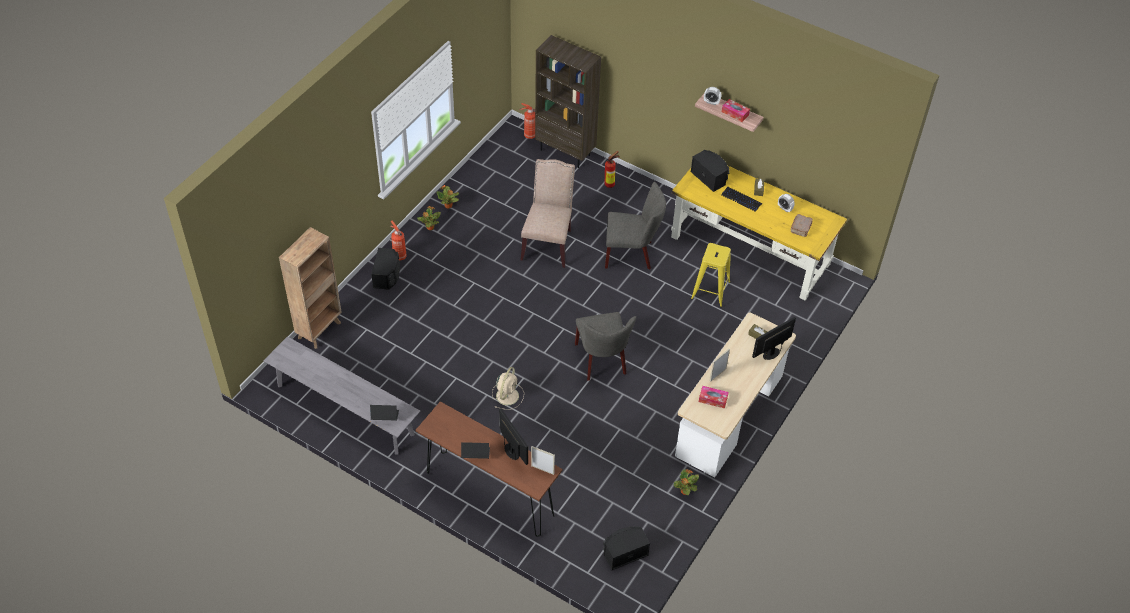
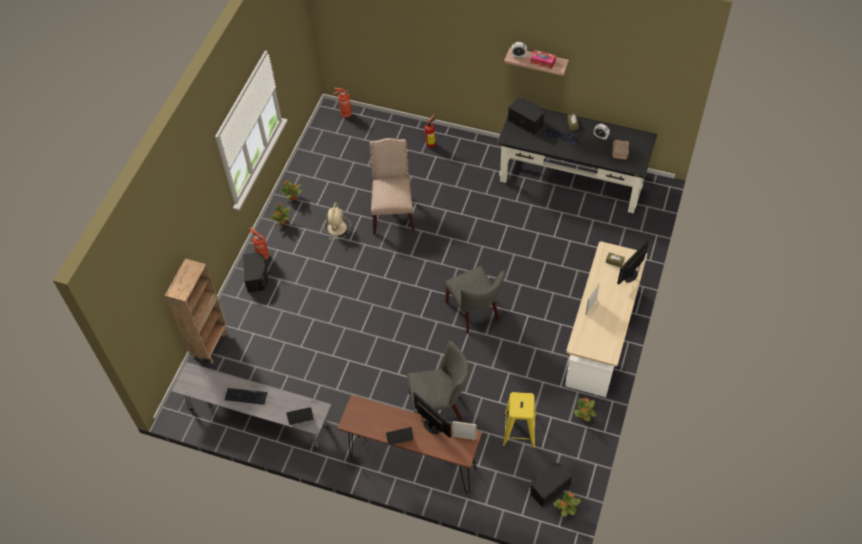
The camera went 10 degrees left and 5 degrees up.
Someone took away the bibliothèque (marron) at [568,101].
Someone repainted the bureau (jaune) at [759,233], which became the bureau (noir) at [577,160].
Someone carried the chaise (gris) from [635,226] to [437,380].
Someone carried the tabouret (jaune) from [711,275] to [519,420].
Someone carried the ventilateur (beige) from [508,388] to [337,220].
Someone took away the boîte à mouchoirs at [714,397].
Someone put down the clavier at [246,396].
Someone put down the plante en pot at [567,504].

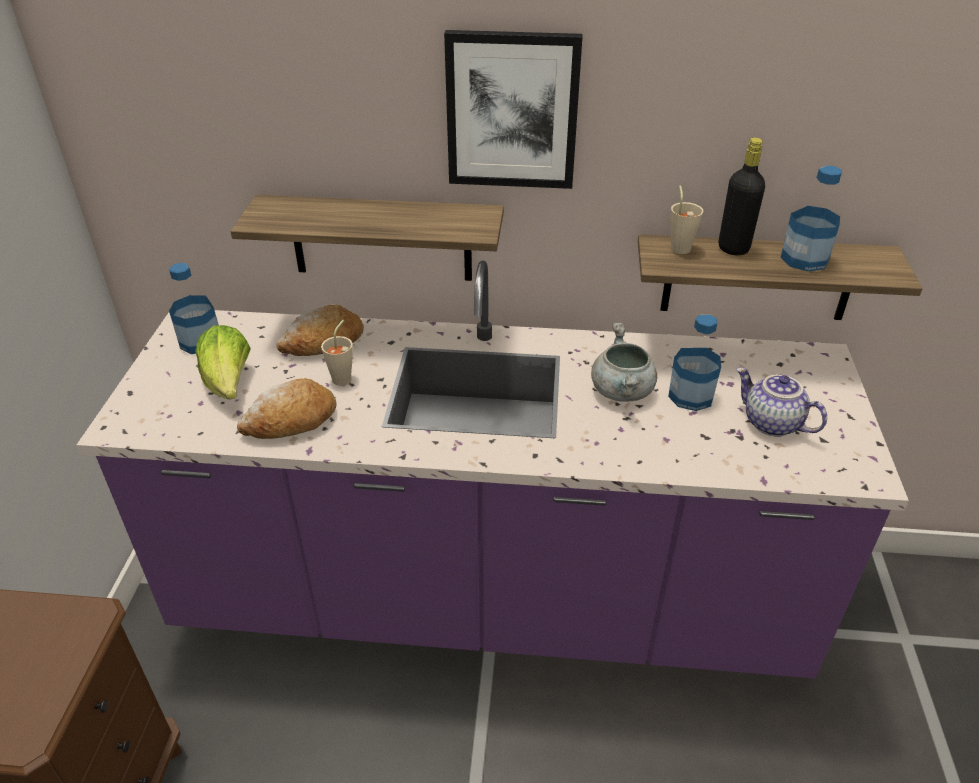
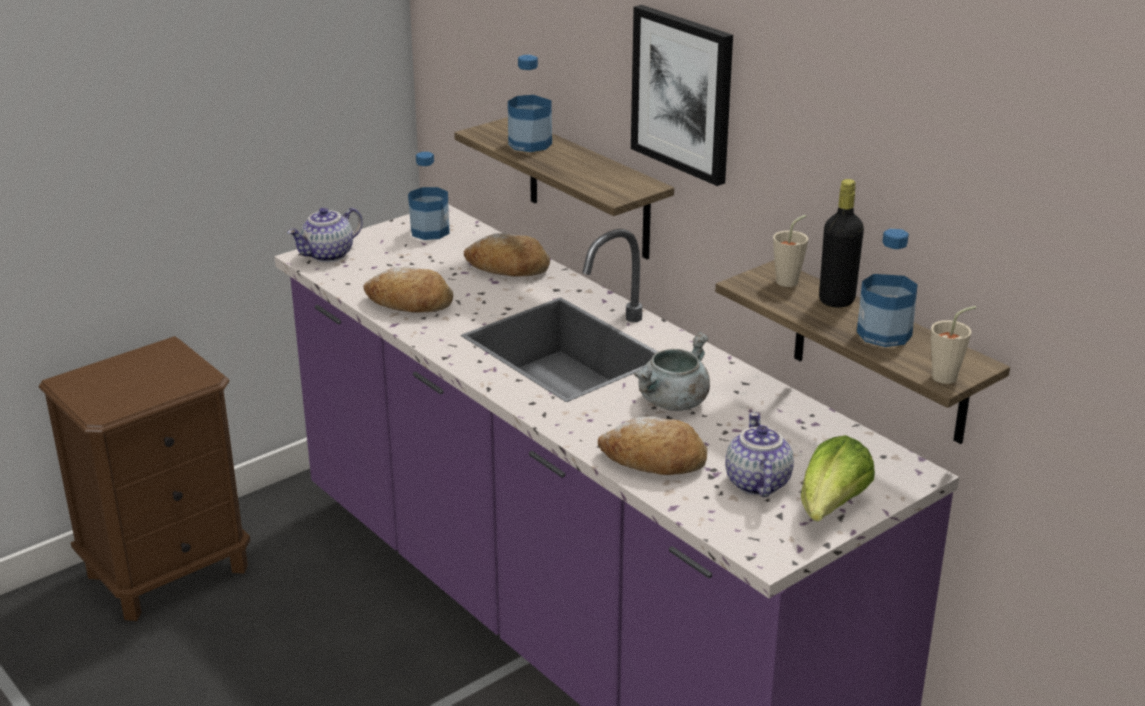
The camera went 45 degrees right and 10 degrees down.
Someone carried the bouteille from [694,363] to [530,103].
Someone carried the tasse (beige) from [337,353] to [953,345].
Someone carried the laitue from [223,362] to [838,478].
Someone put down the théière at [325,235].
Someone put down the pain at [652,445].

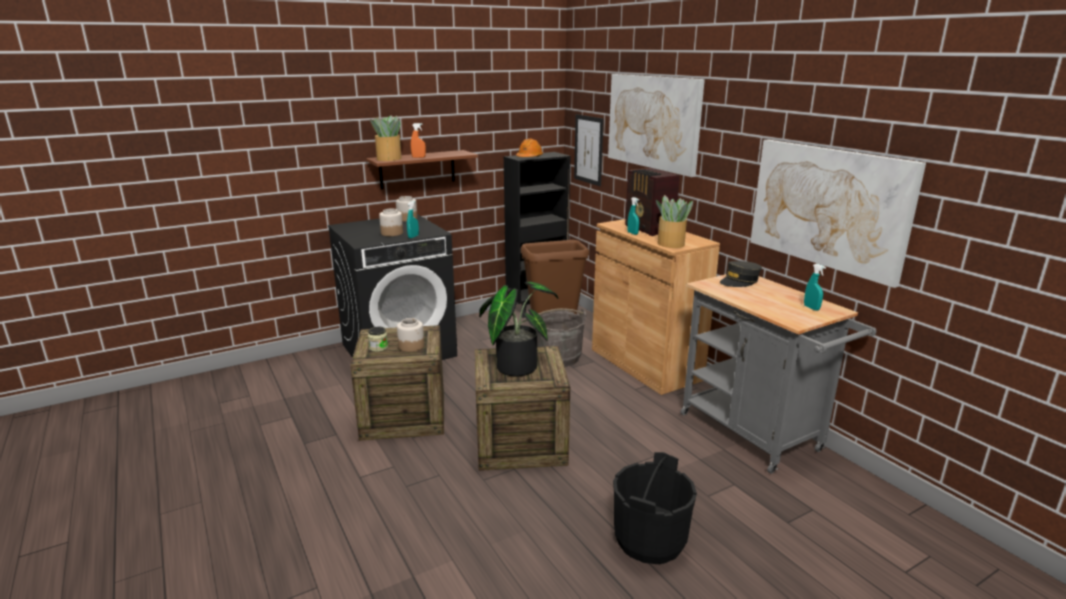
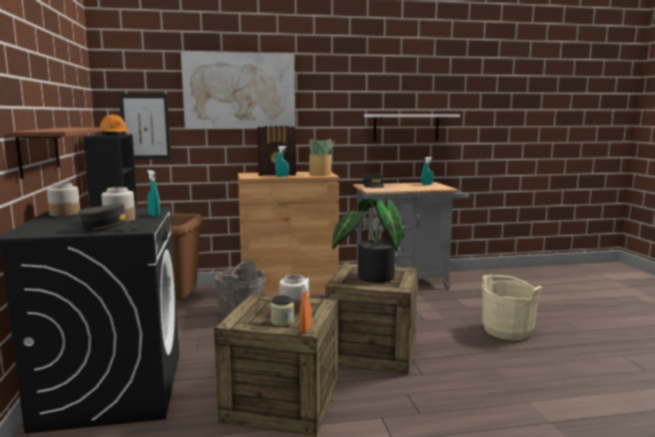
The camera went 70 degrees left and 10 degrees down.
Someone took away the plante en pot at [386,138].
Someone carried the vaporisateur (orange) from [418,140] to [306,305].
Someone swapped the tableau at [838,214] for the étagère (blanc) at [412,128].
Someone repainted the seau (noir) at [655,508], which became the seau (beige) at [512,307].
Someone put down the casquette (gris) at [109,217].

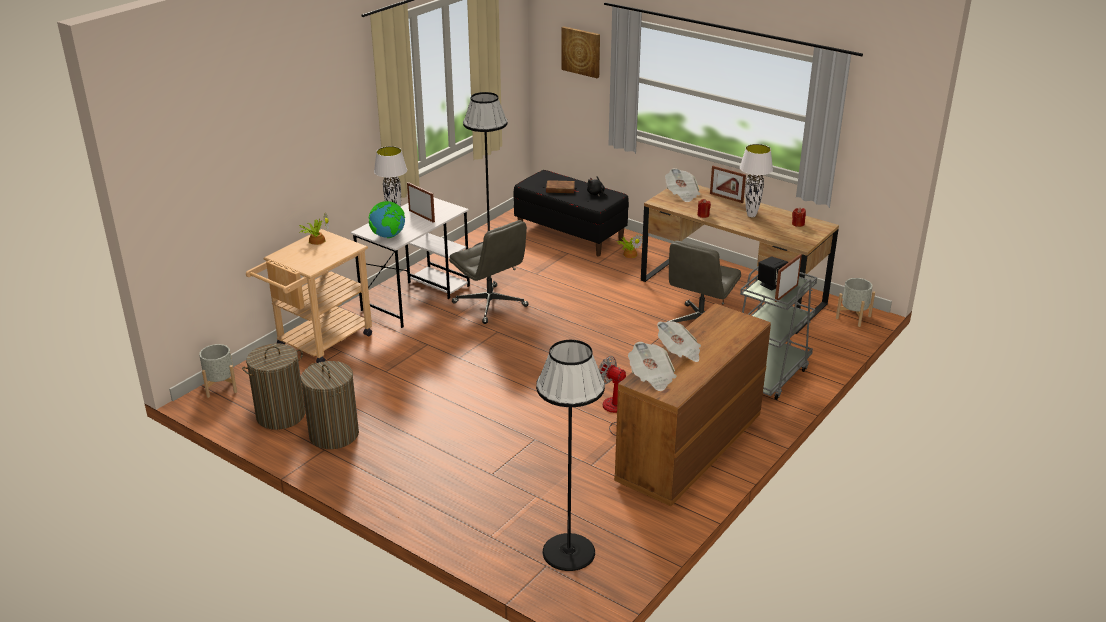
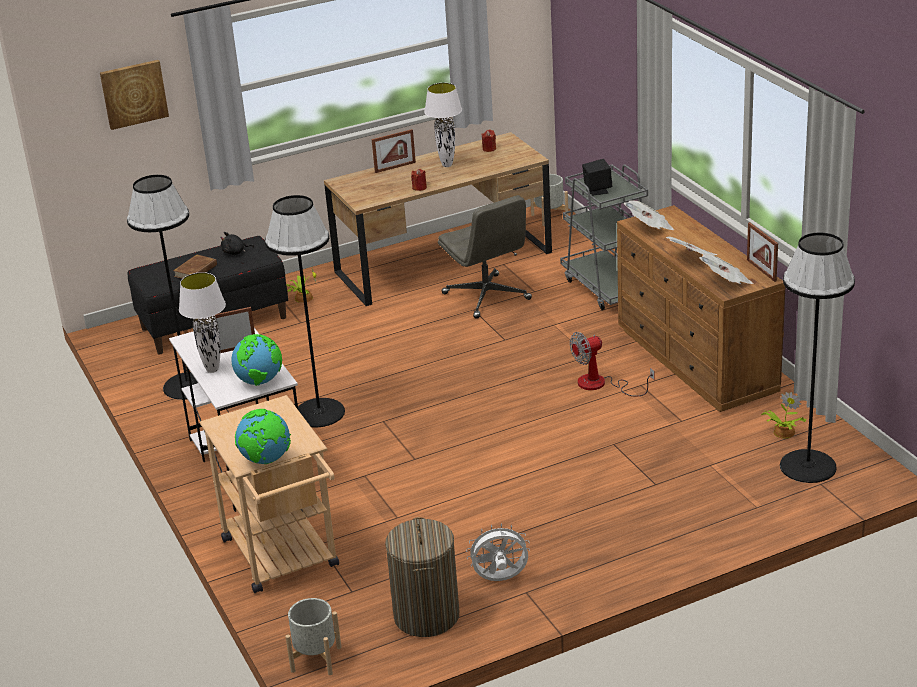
The camera went 60 degrees left and 0 degrees up.
Someone carried the journal from [682,185] to [649,215].
Someone carried the plante en pot from [314,229] to [783,415].
Someone swapped the chaise de bureau (gris) at [489,272] for the lampadaire (noir) at [305,311].
Someone carried the cadre photo from [788,278] to [762,252].
Someone swapped the panier à linge at [330,405] for the ventilateur (blanc) at [498,552].
Someone put down the globe at [263,436].

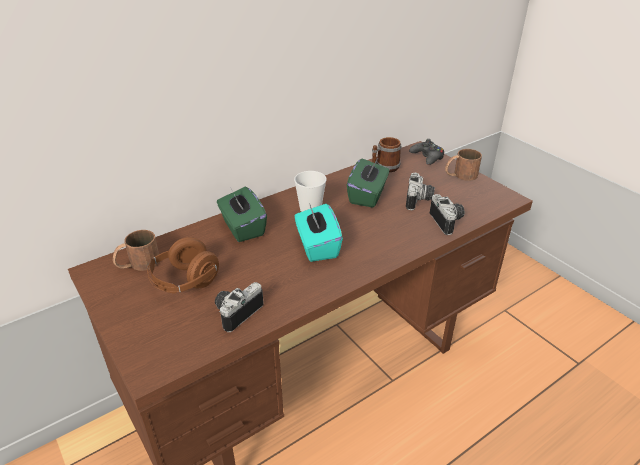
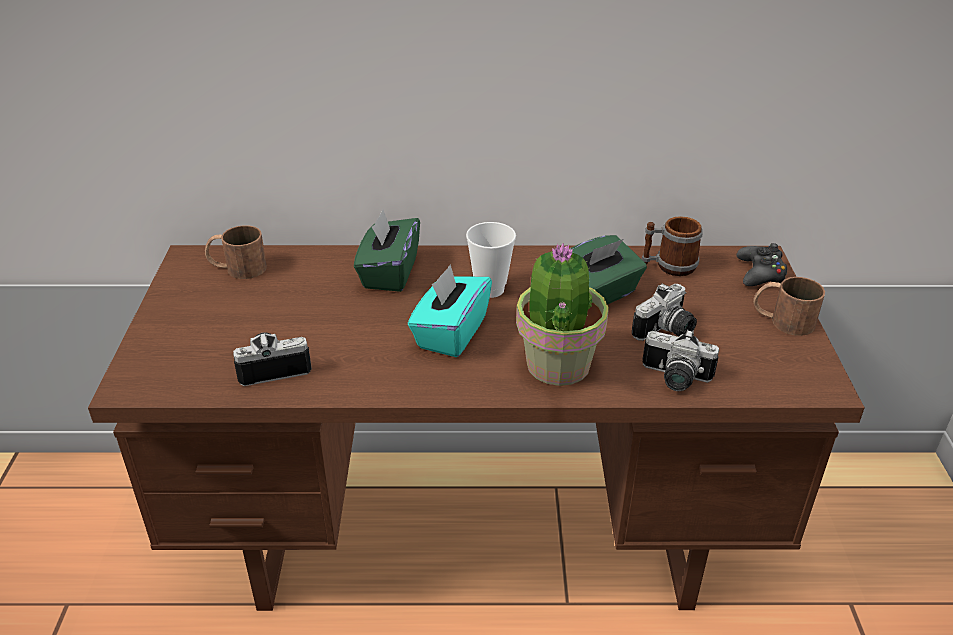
The camera went 35 degrees right and 0 degrees up.
Someone rotated the appareil photo at [447,214] by 90 degrees clockwise.
Someone took away the casque audio (marron) at [183,265].
Someone put down the plante en pot at [562,314].

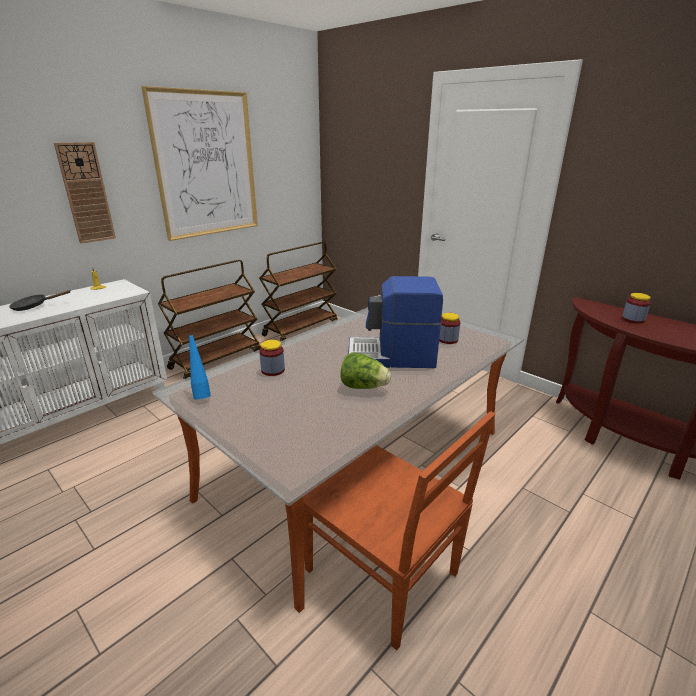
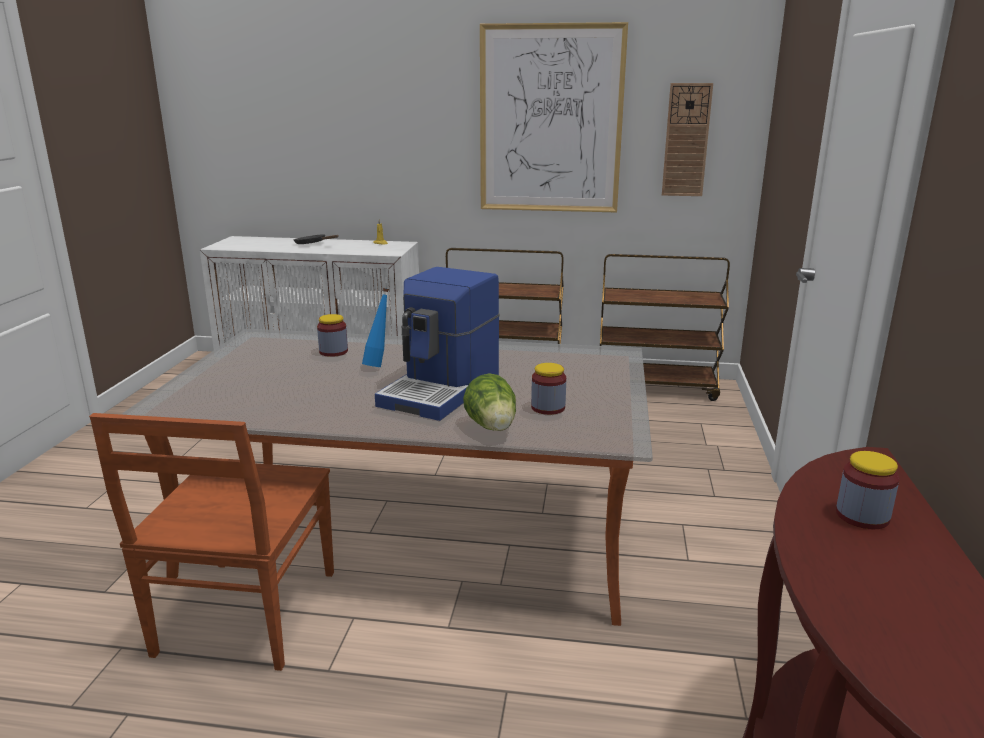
The camera went 55 degrees right and 5 degrees down.
Someone carried the horloge murale from [85,193] to [687,139].
Someone rotated the machine à café at [395,322] by 120 degrees counterclockwise.
Someone carried the bouteille (bleu) from [199,365] to [375,327].
Someone carried the laitue from [365,370] to [489,402].

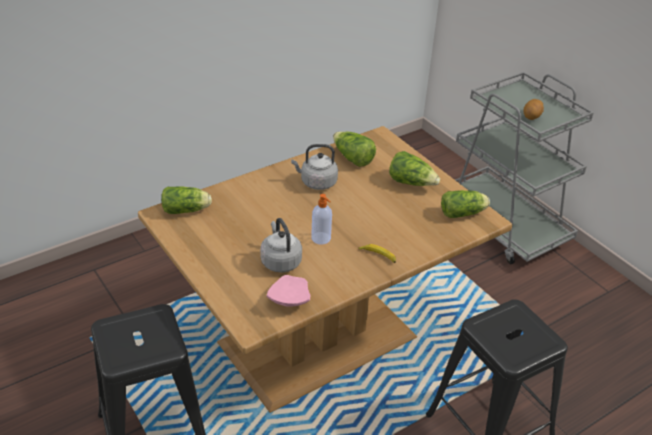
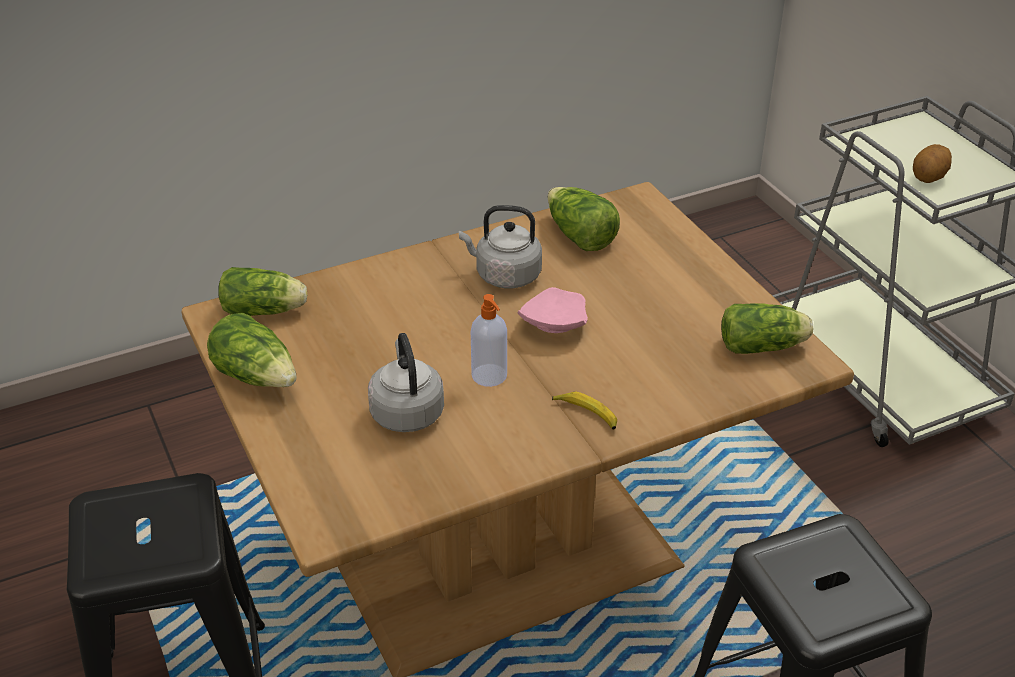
The camera went 10 degrees right and 0 degrees up.
Someone carried the laitue from [414,168] to [251,350].
Someone carried the assiette (rose) from [288,291] to [553,310].

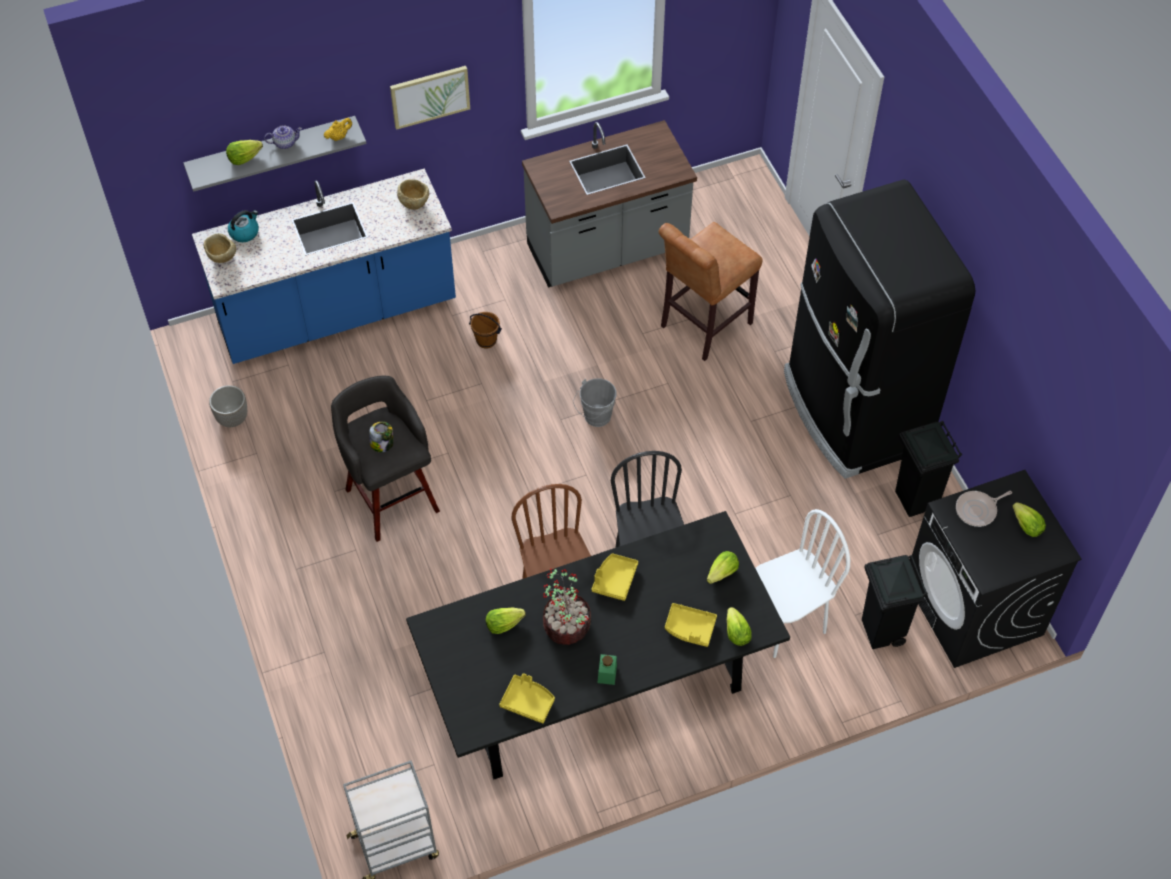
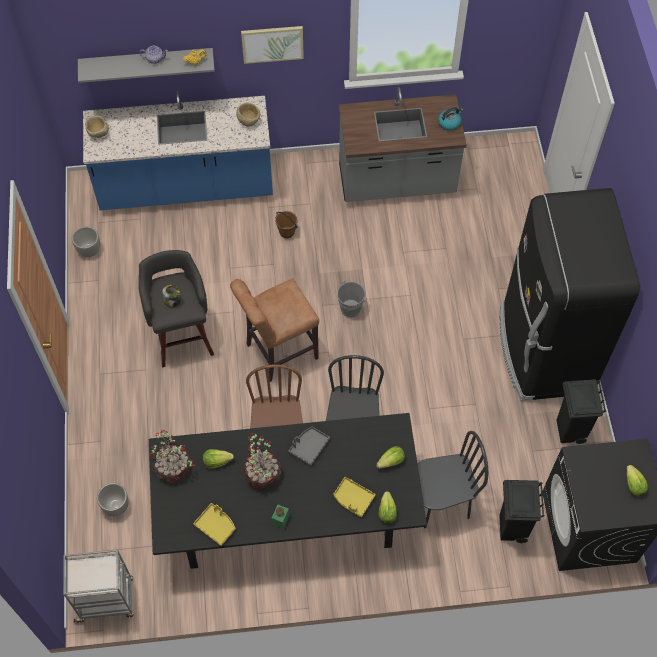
The camera went 15 degrees right and 5 degrees up.
Someone took away the laitue at [244,152].
Someone carried the bouilloire from [243,226] to [451,119].
Someone carried the tabouret (marron) from [711,291] to [274,330].
Someone took away the poêle at [984,509].
Someone repainted the chaise (blanc) at [802,583], which became the chaise (noir) at [452,479].
Someone repainted the plateau (jaune) at [615,577], which became the plateau (gris) at [309,446].
Someone put down the plante en pot at [172,456].
Someone put down the cache-pot at [113,500].

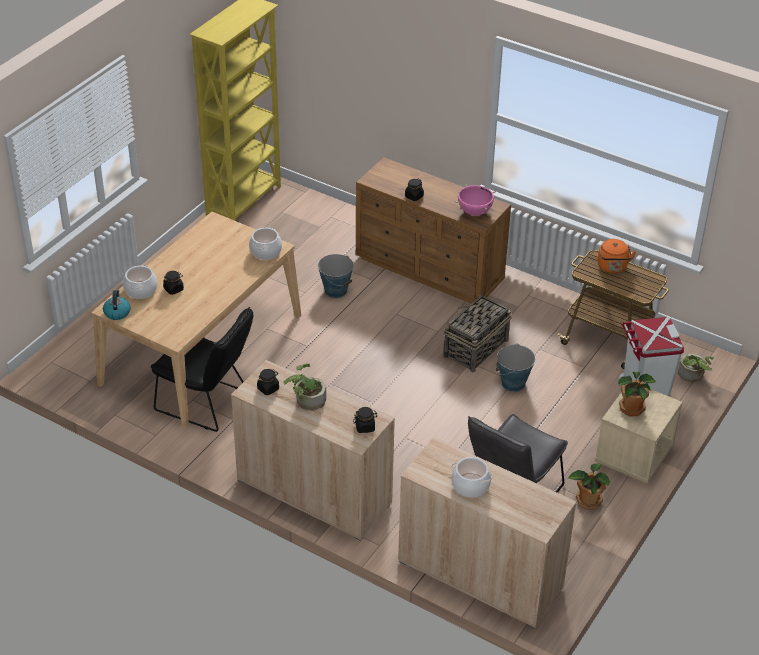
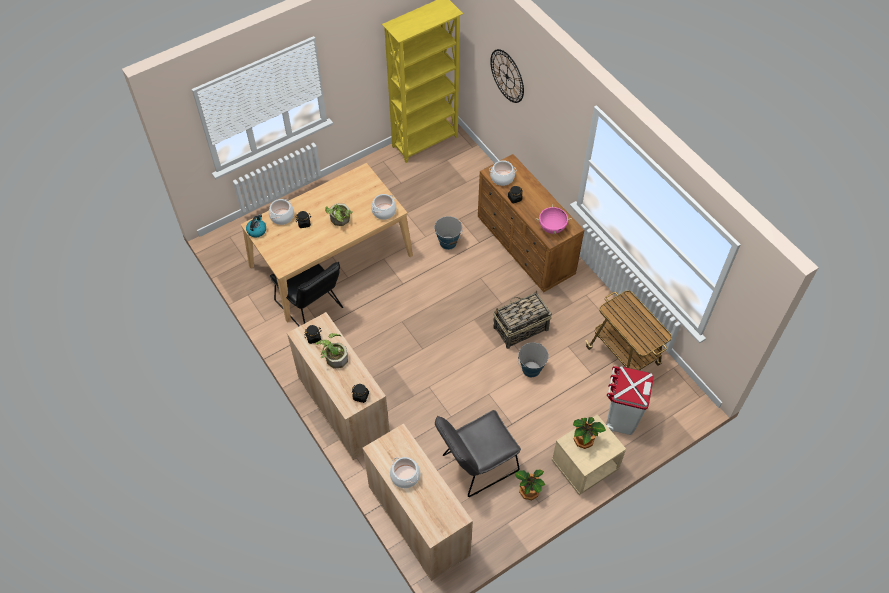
The camera went 25 degrees right and 15 degrees up.
Someone took away the bouilloire (orange) at [617,256].
Someone carried the plante en pot from [696,368] to [339,214].
Someone put up the horloge murale at [507,76].
Someone put down the marmite at [503,173].

